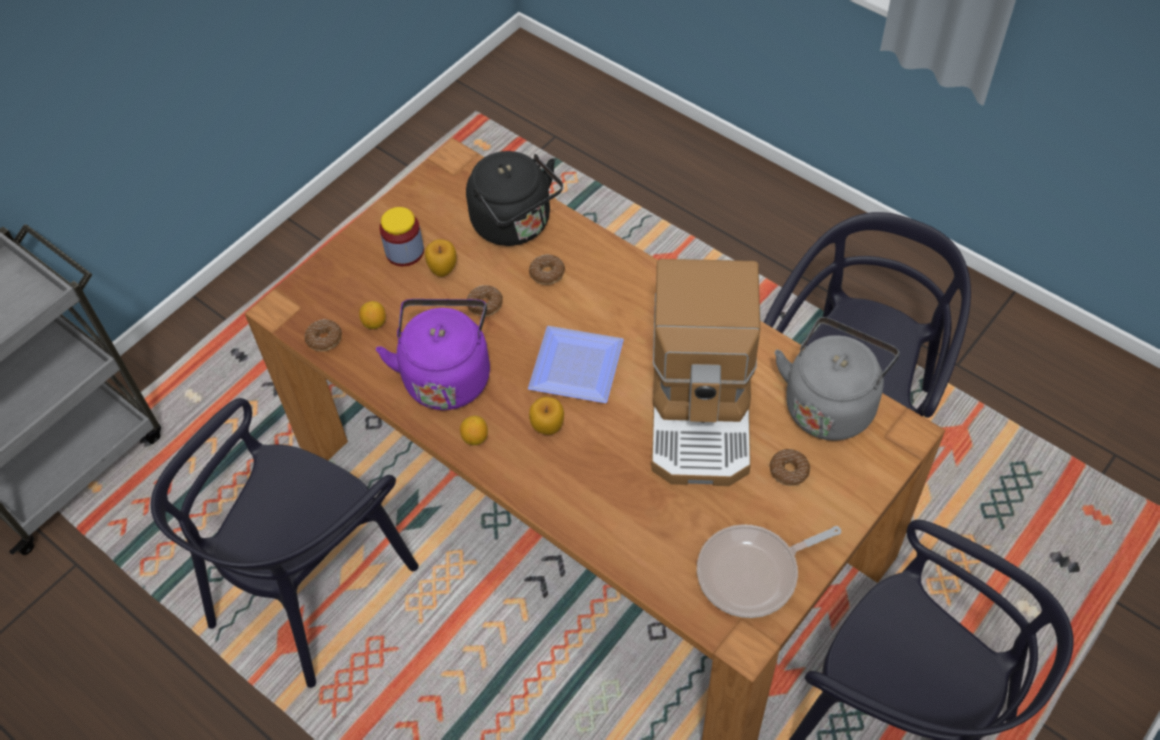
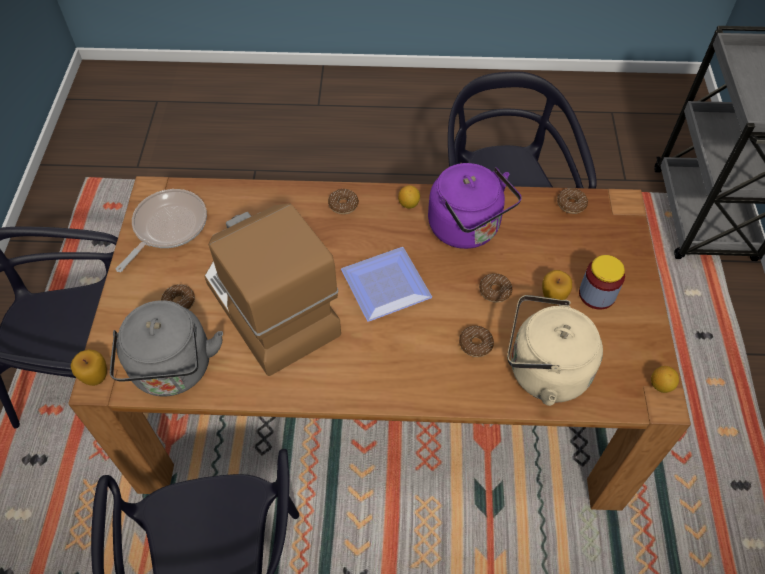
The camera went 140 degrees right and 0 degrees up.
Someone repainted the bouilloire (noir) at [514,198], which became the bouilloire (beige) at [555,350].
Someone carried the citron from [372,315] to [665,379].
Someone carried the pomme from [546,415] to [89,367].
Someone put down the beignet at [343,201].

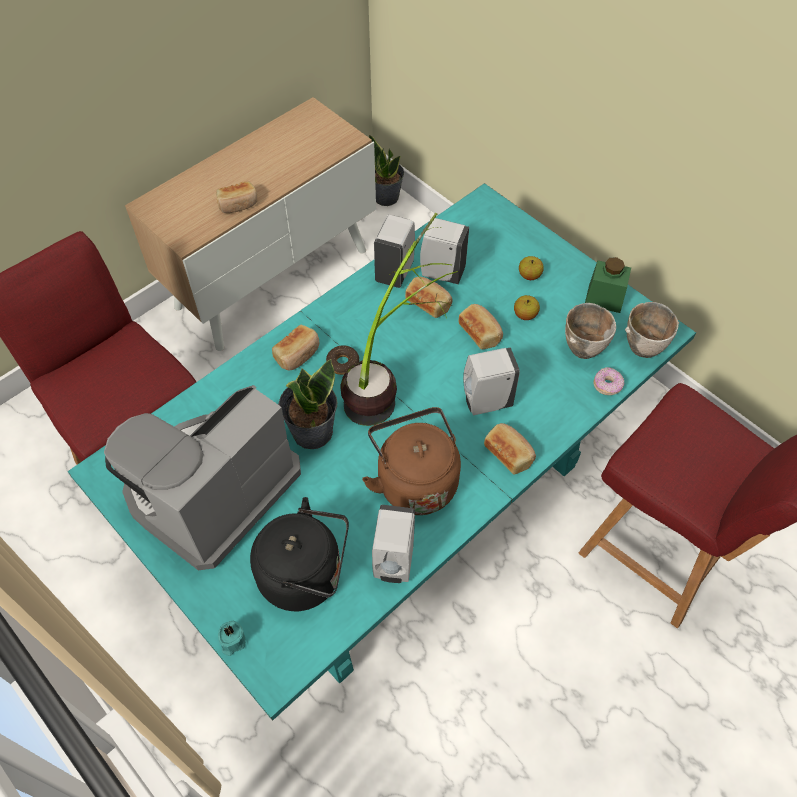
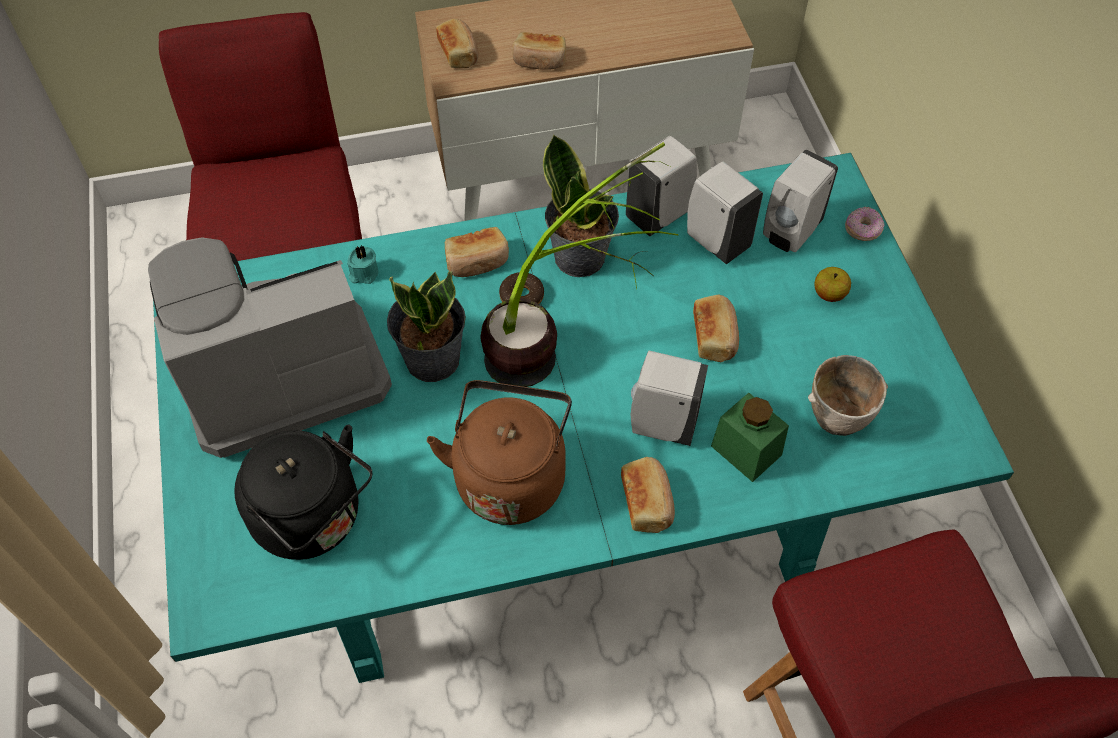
The camera went 30 degrees right and 0 degrees up.
Someone carried the plante en pot from [386,170] to [581,205].
Someone carried the bocal (vert) from [608,285] to [750,437].
Someone carried the pain from [429,297] to [457,43].
Someone took away the pomme at [527,307].
Someone took away the bol at [652,330].
Someone carried the beignet from [608,381] to [864,223].
Someone carried the distributeur de savon (blanc) from [393,544] to [800,201].
Someone carried the bougie (turquoise) from [232,638] to [362,264].

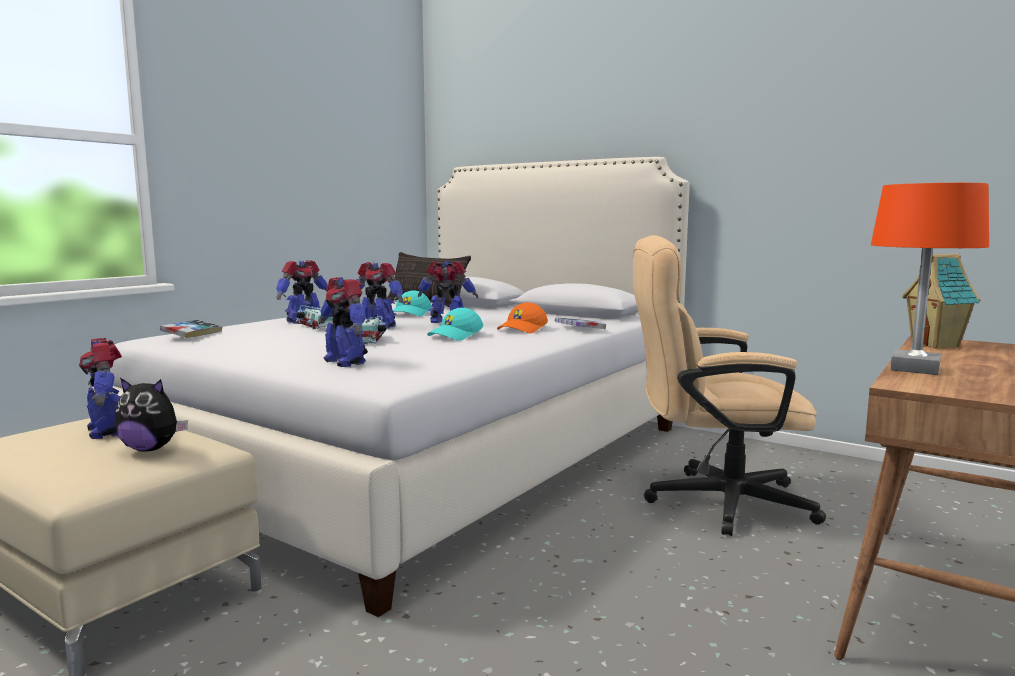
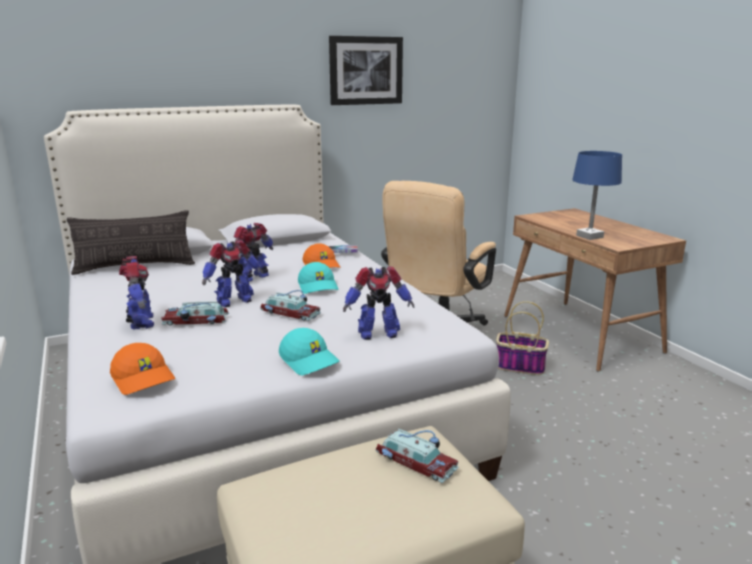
The camera went 60 degrees left and 10 degrees up.
Someone repainted the lampe de table (orange) at [930,279], which became the lampe de table (bleu) at [597,195].
Someone took away the maison miniature at [941,301].
Someone carried the casquette (turquoise) from [412,303] to [309,351].
Someone swapped the livre at [191,329] for the casquette (orange) at [142,369].
Someone took away the robot jouet at [100,388].
Someone swapped the peluche at [151,414] for the petite voiture at [417,456].
Someone put up the tableau at [366,70].
Someone put down the panier at [522,338].

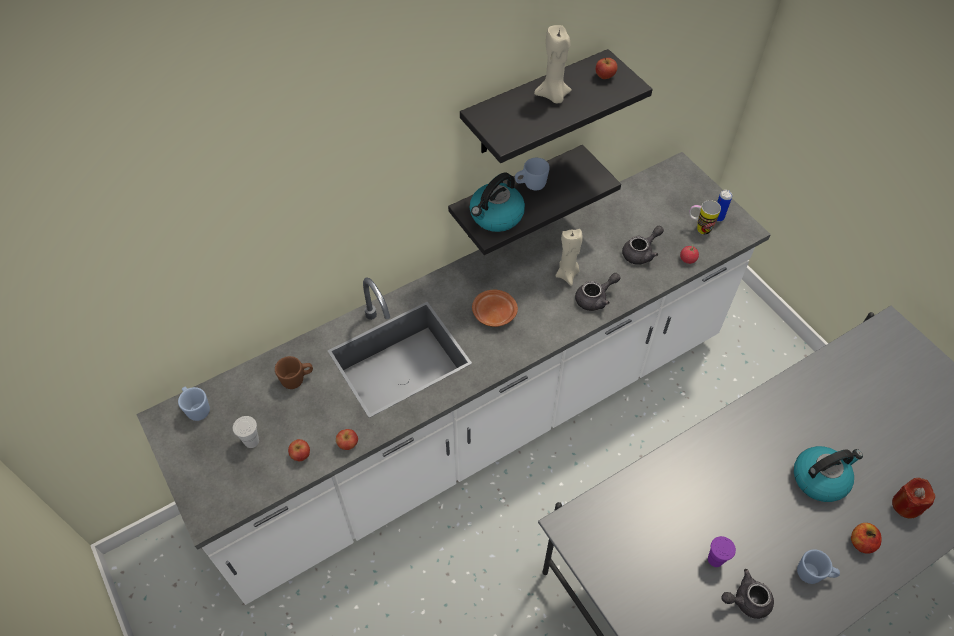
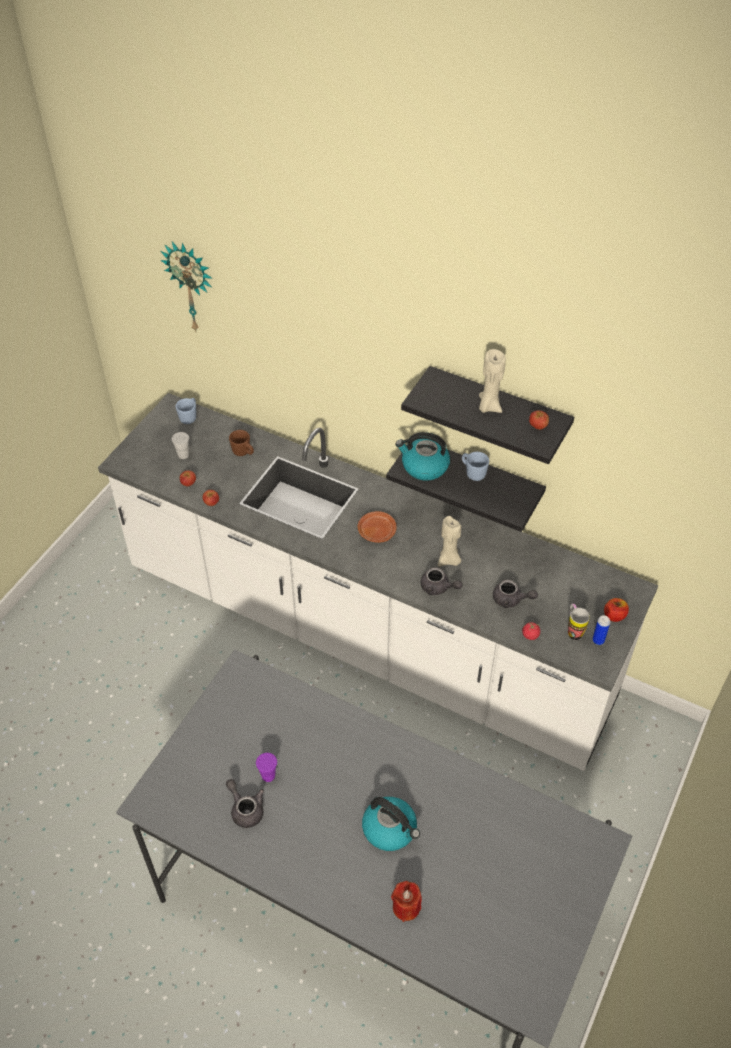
The camera went 60 degrees right and 5 degrees down.
Someone carried the pomme from [866,538] to [616,610].
Someone took away the mug (bleu) at [818,566].
Someone put up the horloge murale at [187,287].

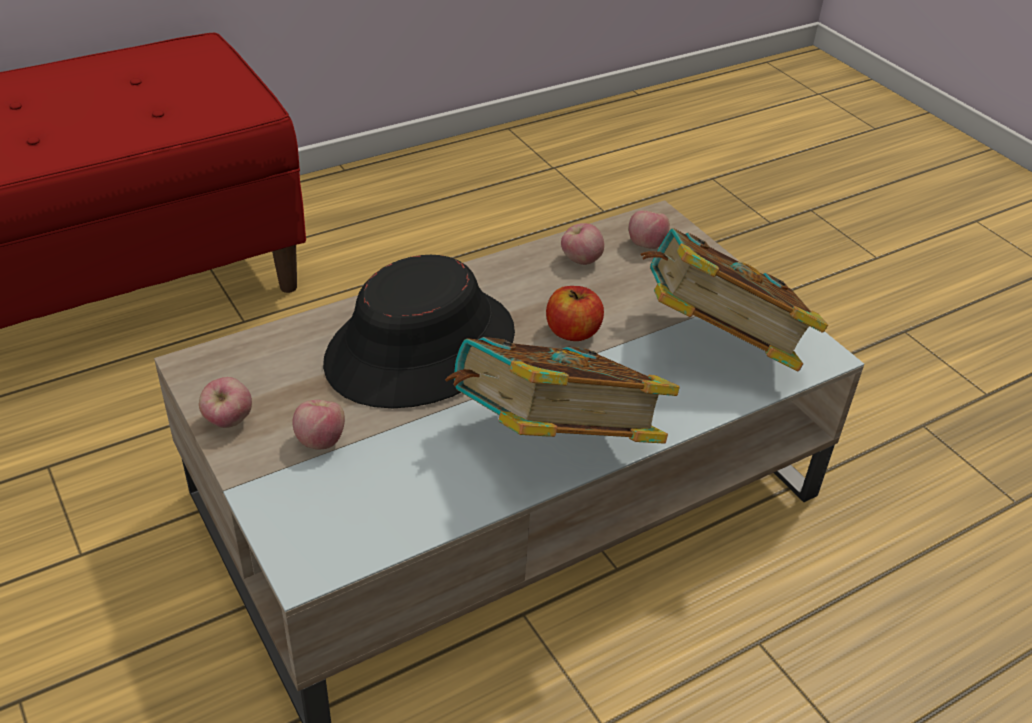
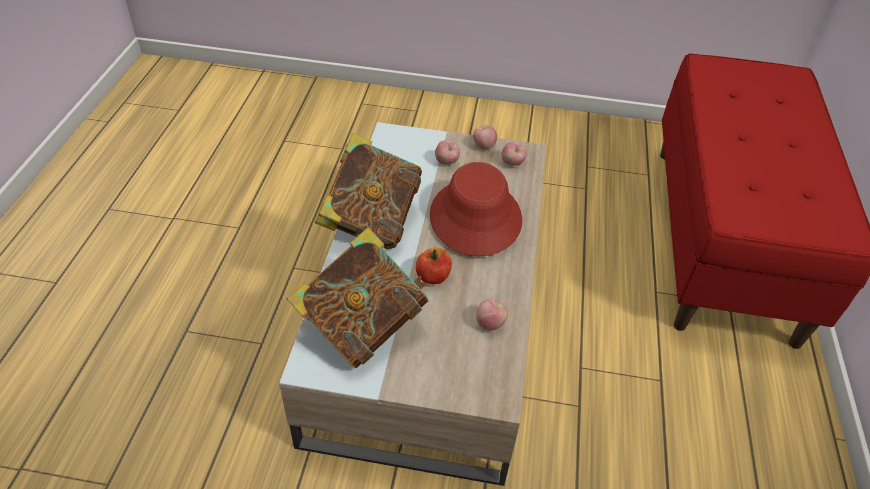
The camera went 130 degrees right and 5 degrees up.
Someone carried the pomme from [649,229] to [514,153].
Someone repainted the chapeau (noir) at [419,331], which became the chapeau (rouge) at [476,209].

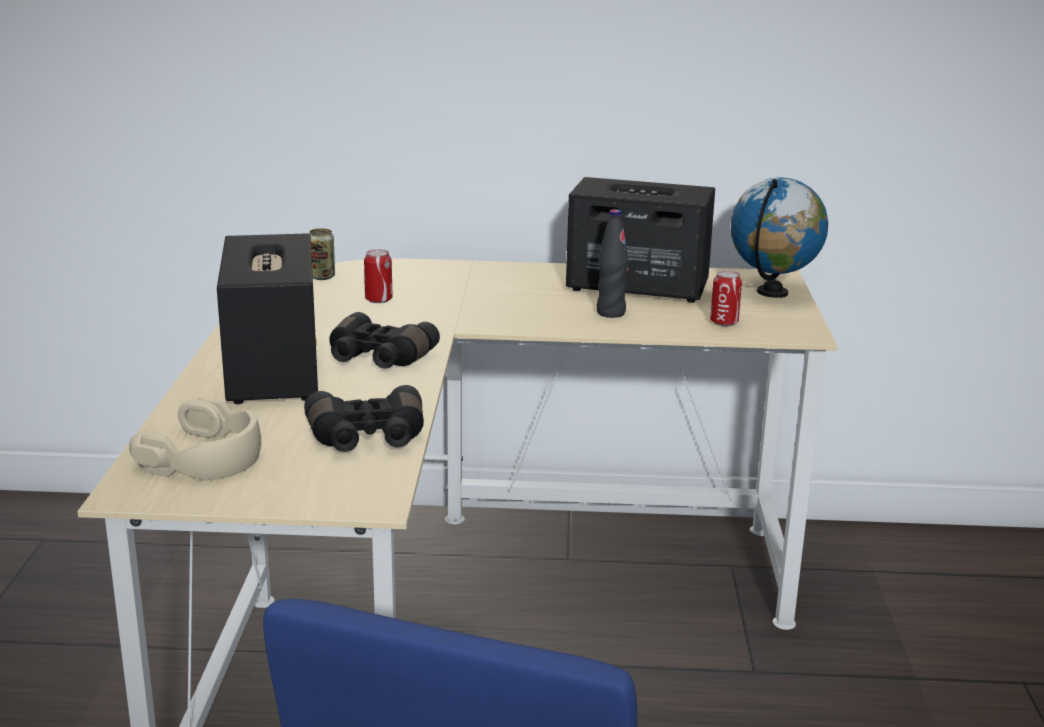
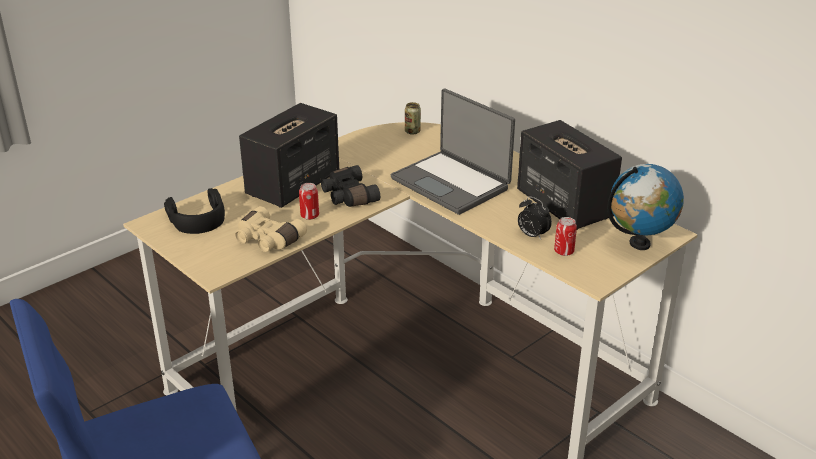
The camera went 45 degrees right and 10 degrees up.
Someone took away the bouteille (noir) at [612,263].
Someone carried the boîte métallique from [378,276] to [309,201].
Someone repainted the jumelles (noir) at [364,418], which became the jumelles (beige) at [271,229].
Someone repainted the casque audio (beige) at [195,439], which became the casque audio (noir) at [194,211].
Someone put down the ordinateur portable at [453,152].
Someone put down the réveil at [535,218].

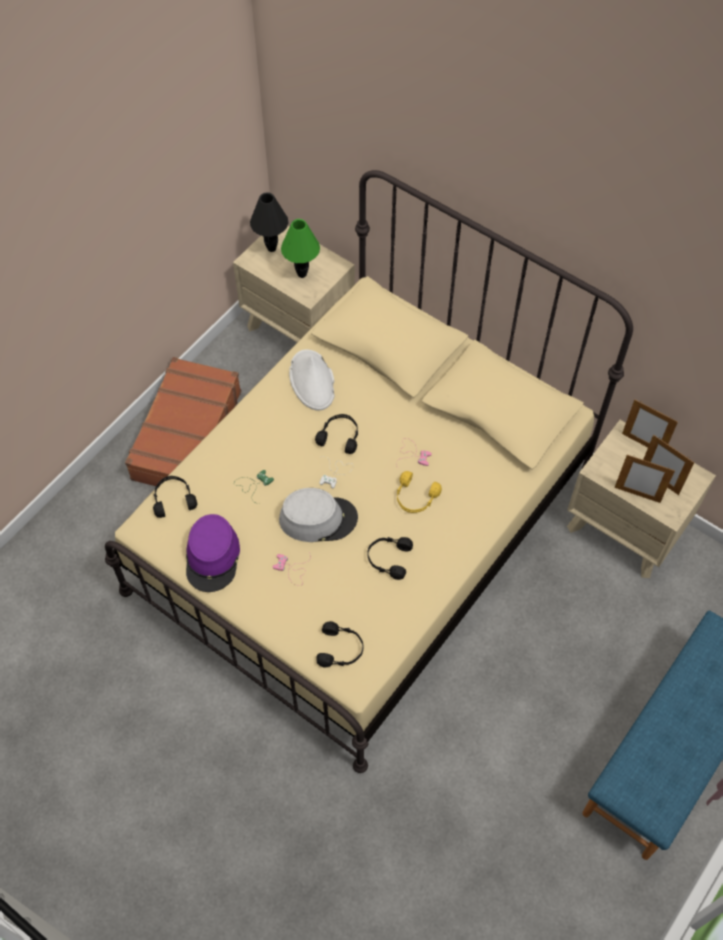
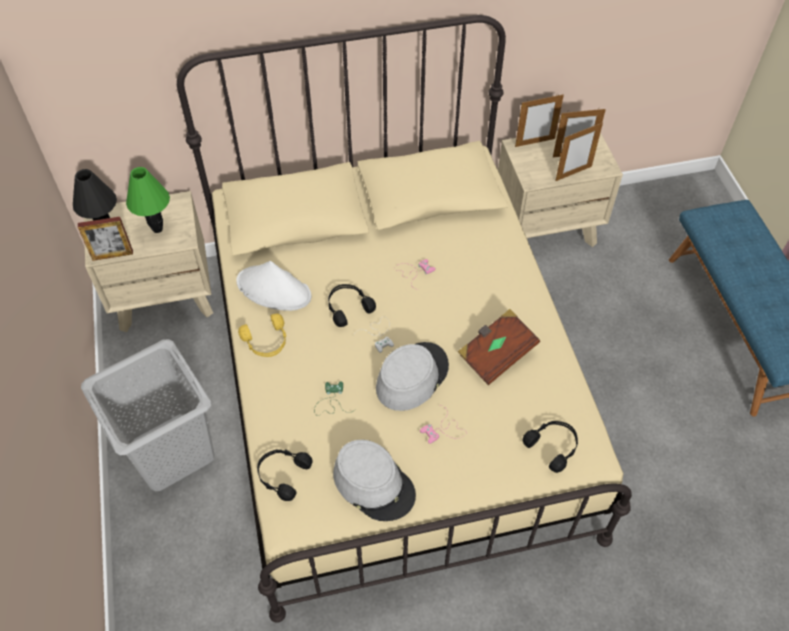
The camera went 50 degrees left and 5 degrees down.
Someone swapped the valise (marron) at [183,421] for the panier à linge (gris) at [147,415].
Someone carried the casque audio (jaune) from [419,492] to [262,335].
Someone repainted the chapeau (violet) at [213,553], which became the chapeau (gris) at [374,480].
Someone swapped the casque audio (noir) at [390,558] for the livre (marron) at [499,347].
Someone put down the cadre photo at [105,239].

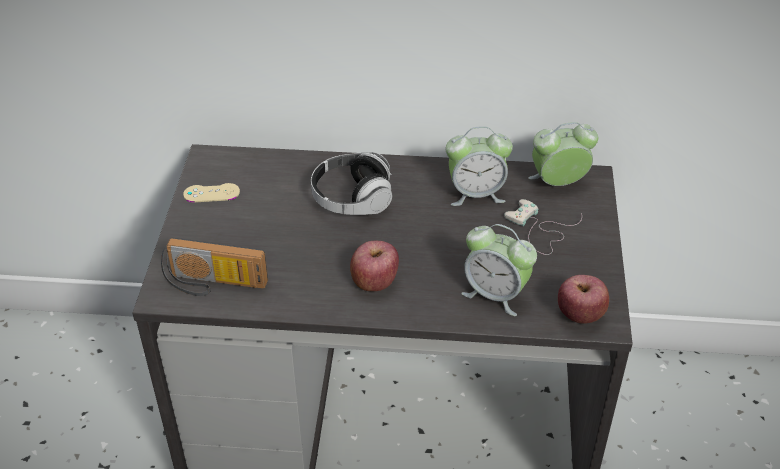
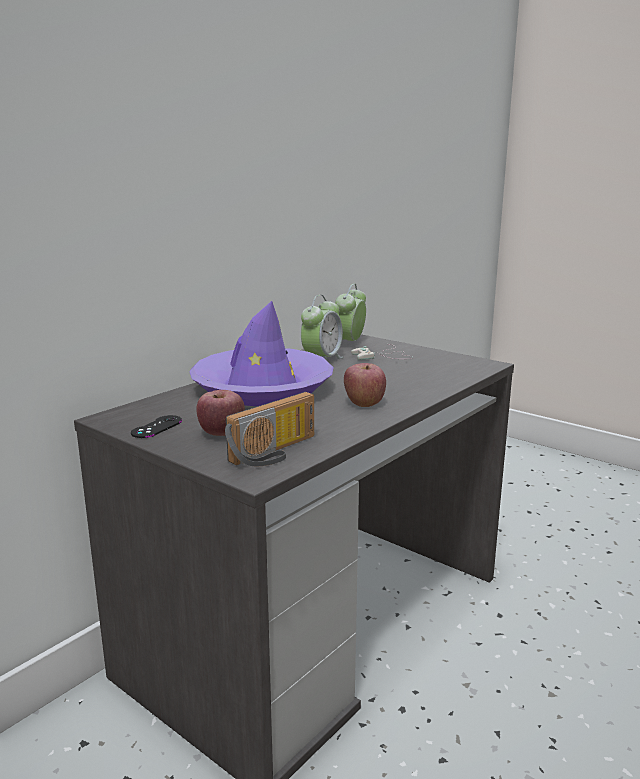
The camera went 55 degrees left and 25 degrees down.
Someone swapped the casque audio at [351,183] for the chapeau (violet) at [261,353].
Someone repainted the manette (beige) at [211,192], which became the manette (noir) at [156,426].
Someone took away the réveil at [499,270].
Someone carried the pomme from [583,299] to [220,413].

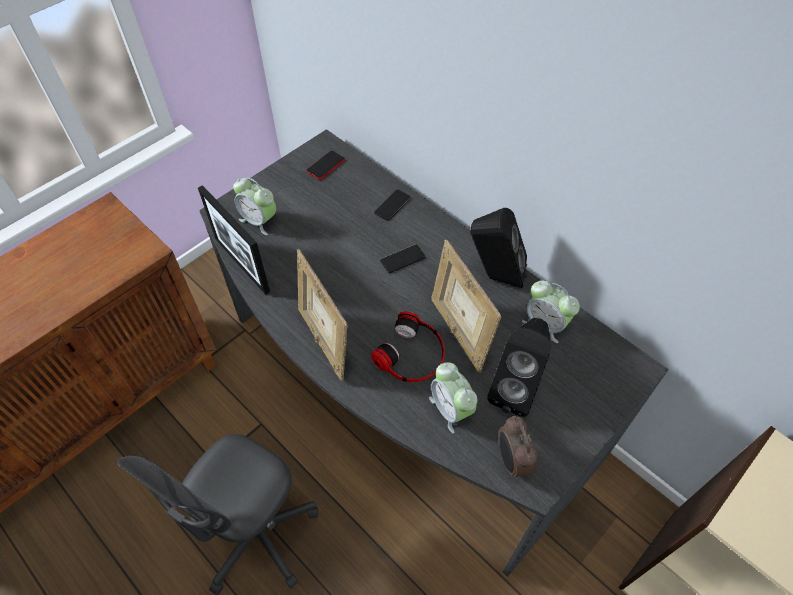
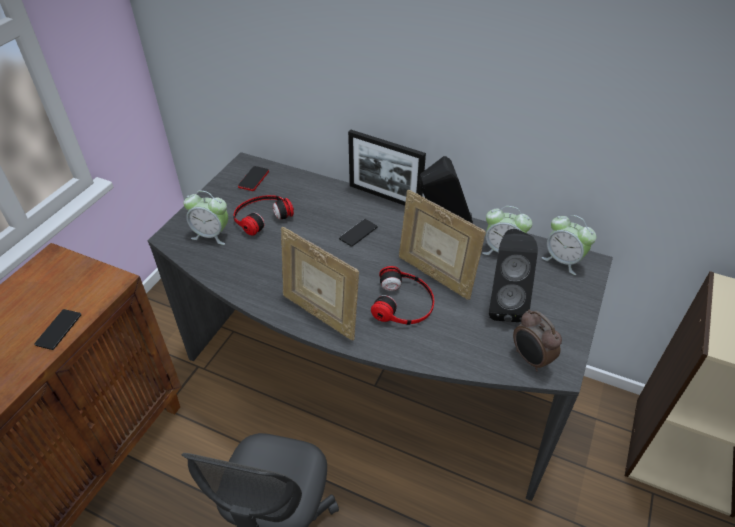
The camera went 20 degrees left and 10 degrees down.
Someone carried the cadre photo from [234,240] to [387,168].
Someone carried the téléphone from [392,205] to [57,329].
Someone carried the réveil from [453,397] to [569,245].
Someone put down the casque audio at [263,215].

